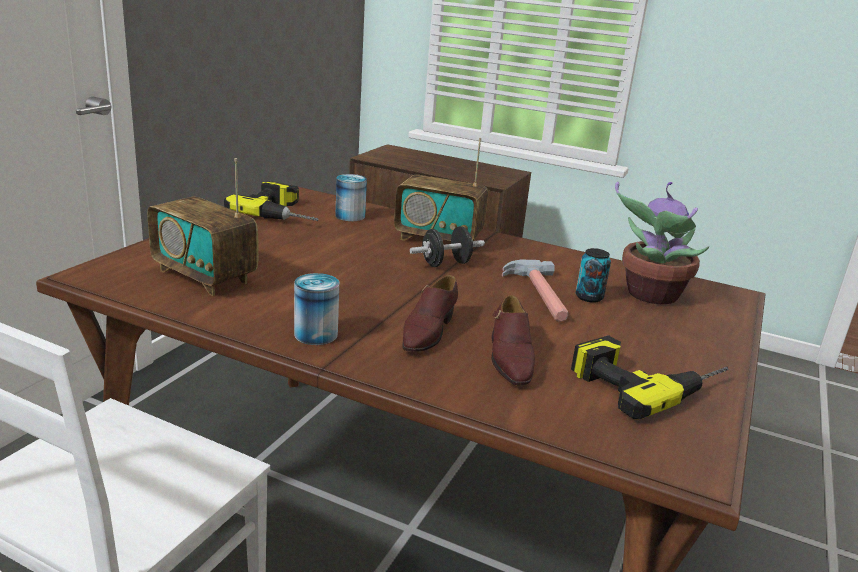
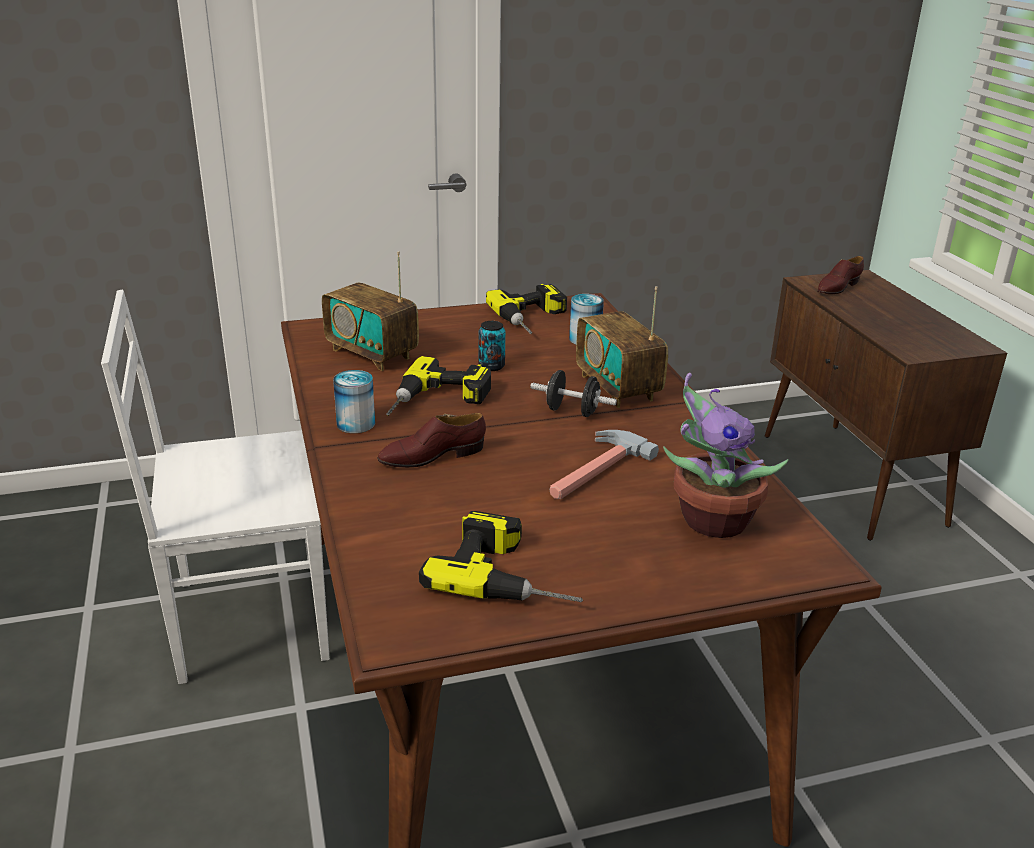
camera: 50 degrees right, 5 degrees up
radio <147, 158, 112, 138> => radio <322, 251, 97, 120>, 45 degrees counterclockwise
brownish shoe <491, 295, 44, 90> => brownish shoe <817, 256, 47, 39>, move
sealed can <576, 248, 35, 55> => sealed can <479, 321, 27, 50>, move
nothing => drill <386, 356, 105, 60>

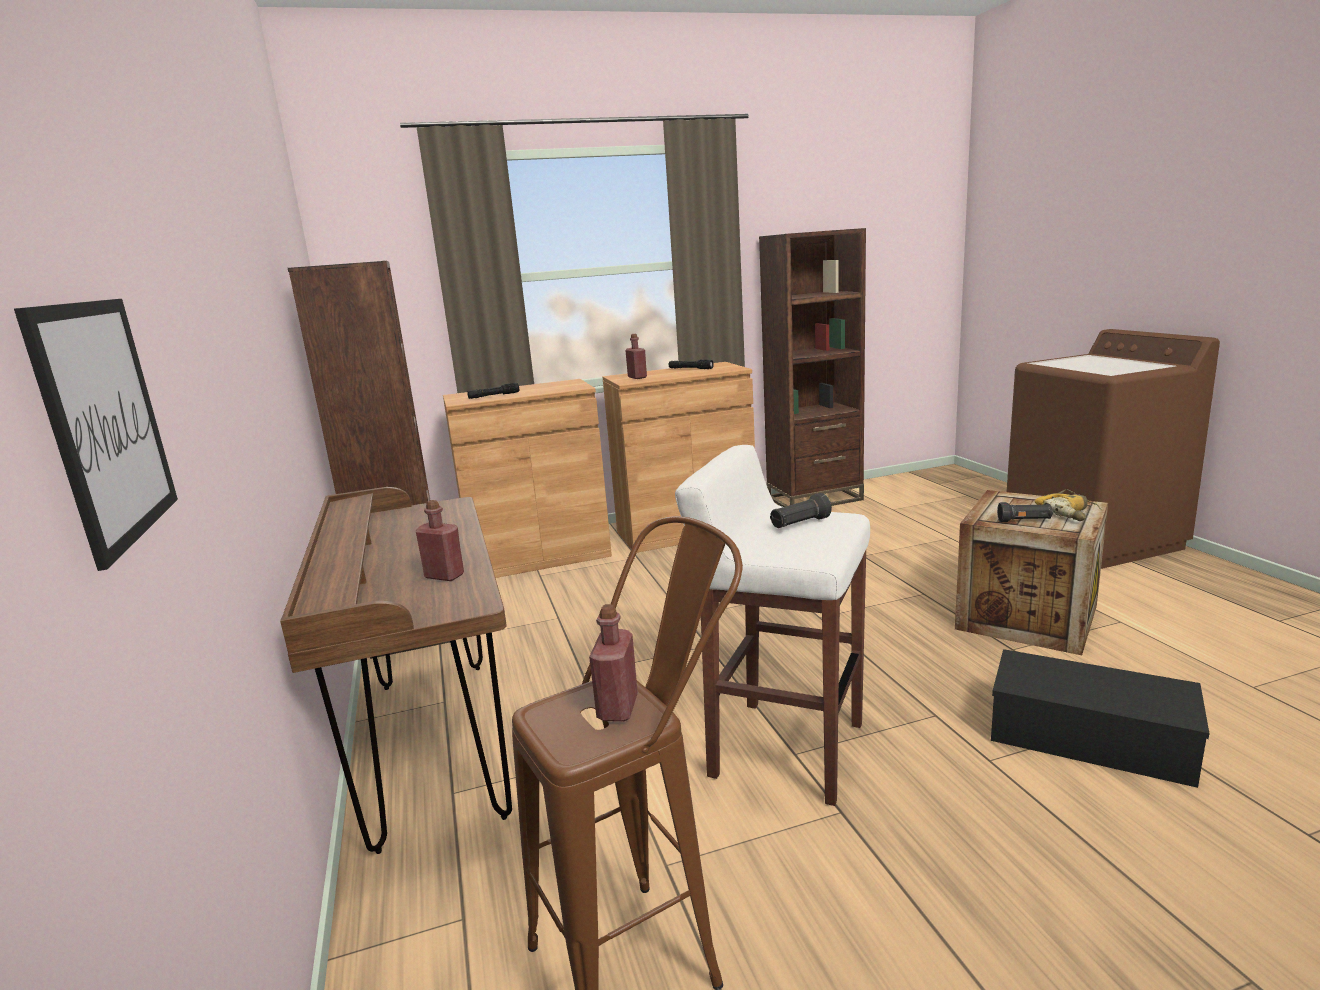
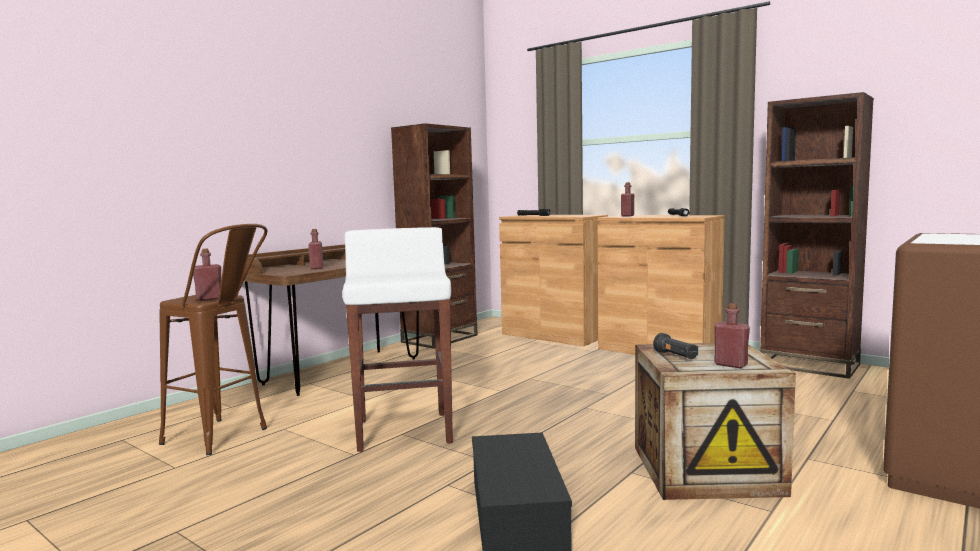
camera: 55 degrees right, 10 degrees down
picture <14, 299, 164, 272> => nothing
blackish flashlight <770, 493, 62, 35> => nothing
drill <1035, 489, 67, 32> => red bottle <714, 303, 36, 65>

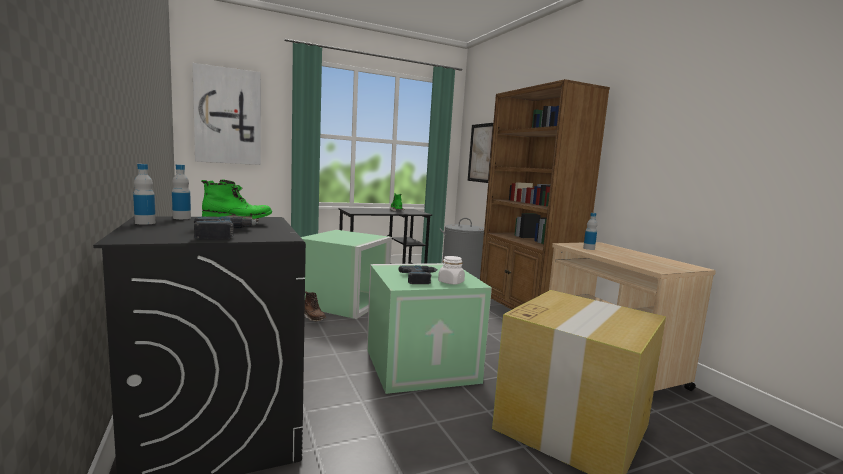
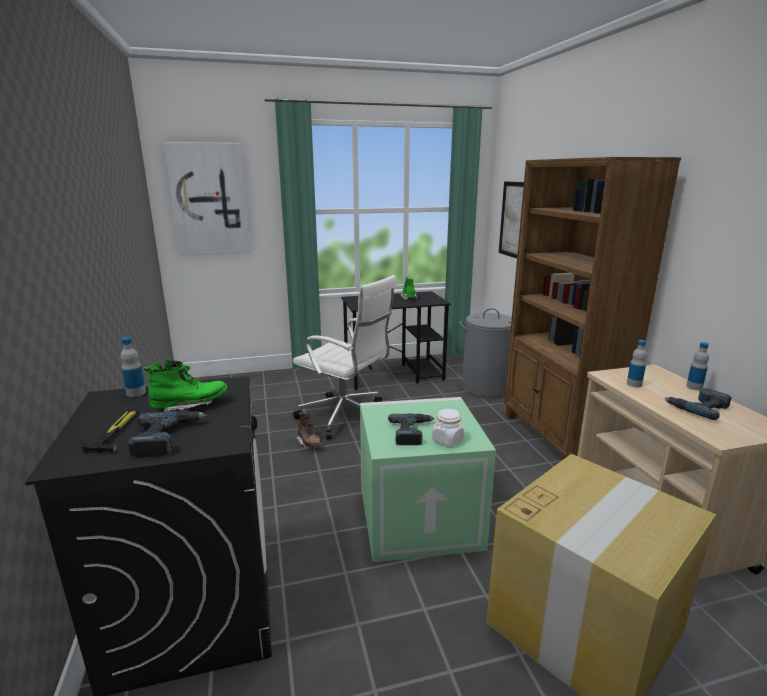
camera: 10 degrees right, 10 degrees up
bottle <133, 164, 23, 61> => bottle <686, 342, 23, 48>, move
greenish storage box <301, 230, 91, 89> => white office chair <293, 275, 104, 165>
nothing => hammer <80, 409, 59, 44>
nothing => drill <664, 388, 68, 32>

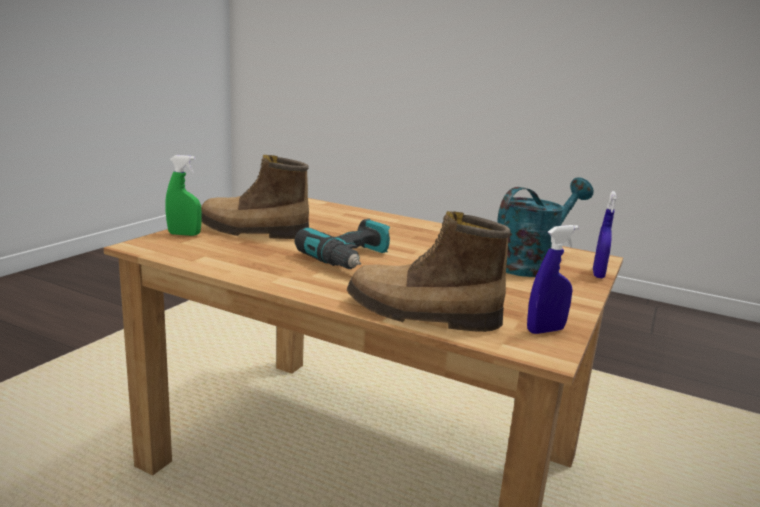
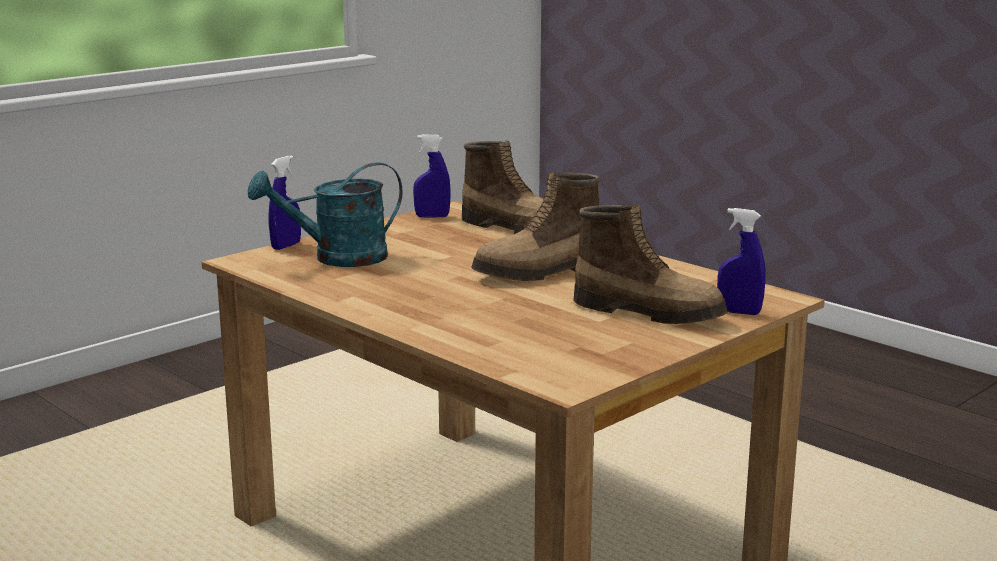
camera: 160 degrees left, 0 degrees up
greenish sprayer <165, 155, 37, 81> => bluish sprayer <717, 208, 49, 107>
drill <295, 219, 95, 50> => boot <471, 172, 129, 109>

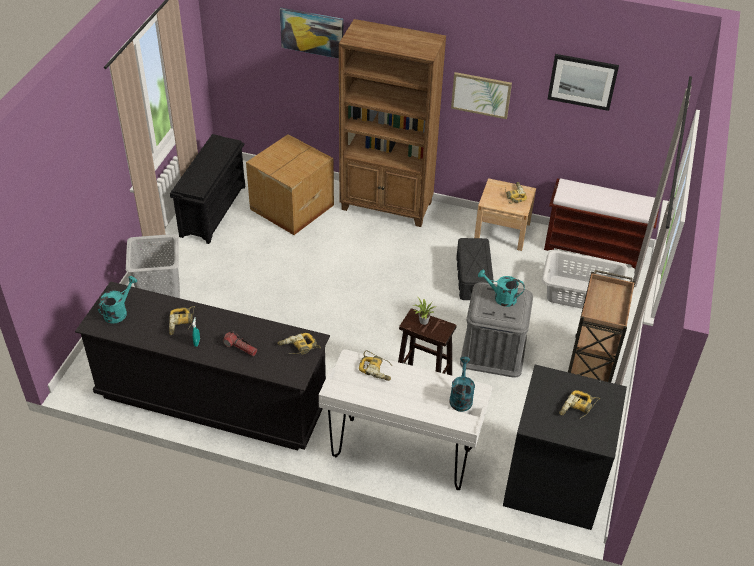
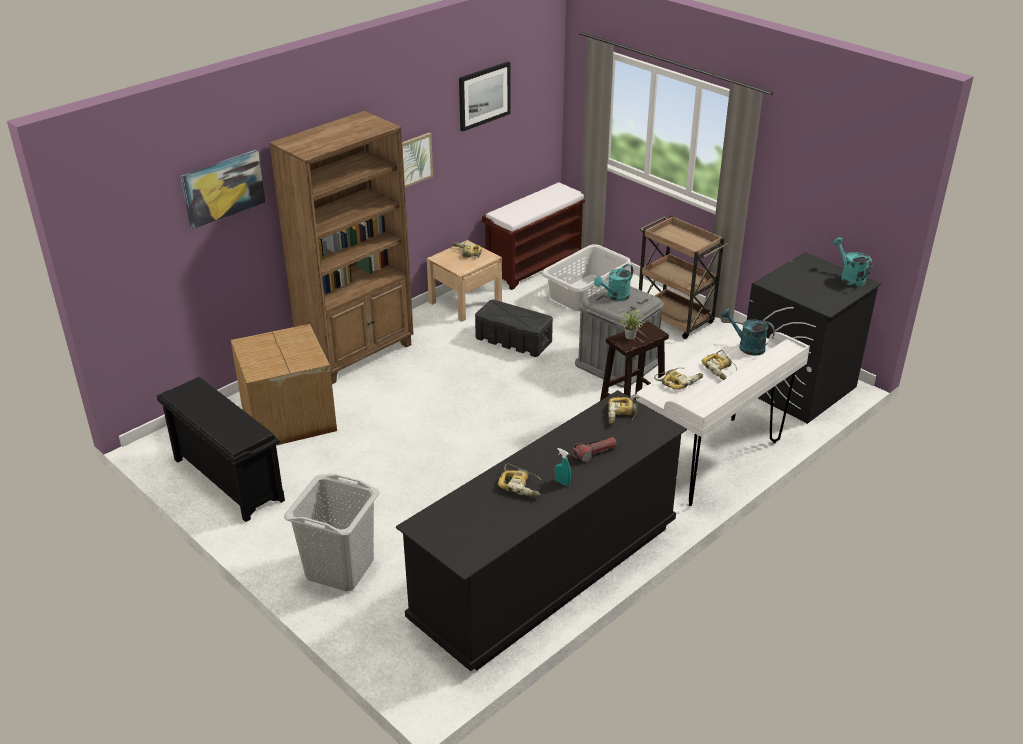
camera: 60 degrees left, 10 degrees down
turquoise-coloured sprinkling can <98, 276, 39, 48> => turquoise-coloured sprinkling can <833, 237, 39, 49>, move
drill <559, 390, 41, 29> => drill <702, 350, 35, 30>, move

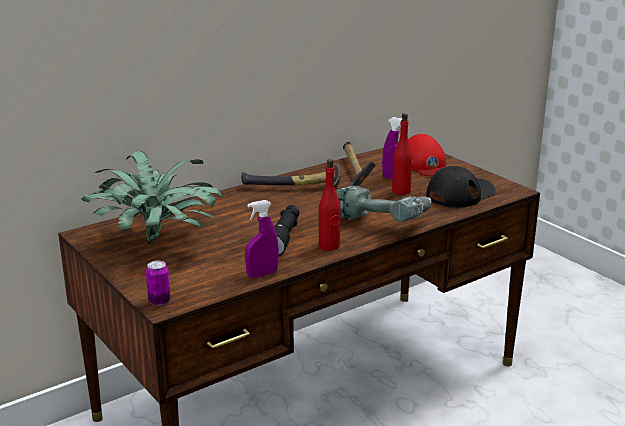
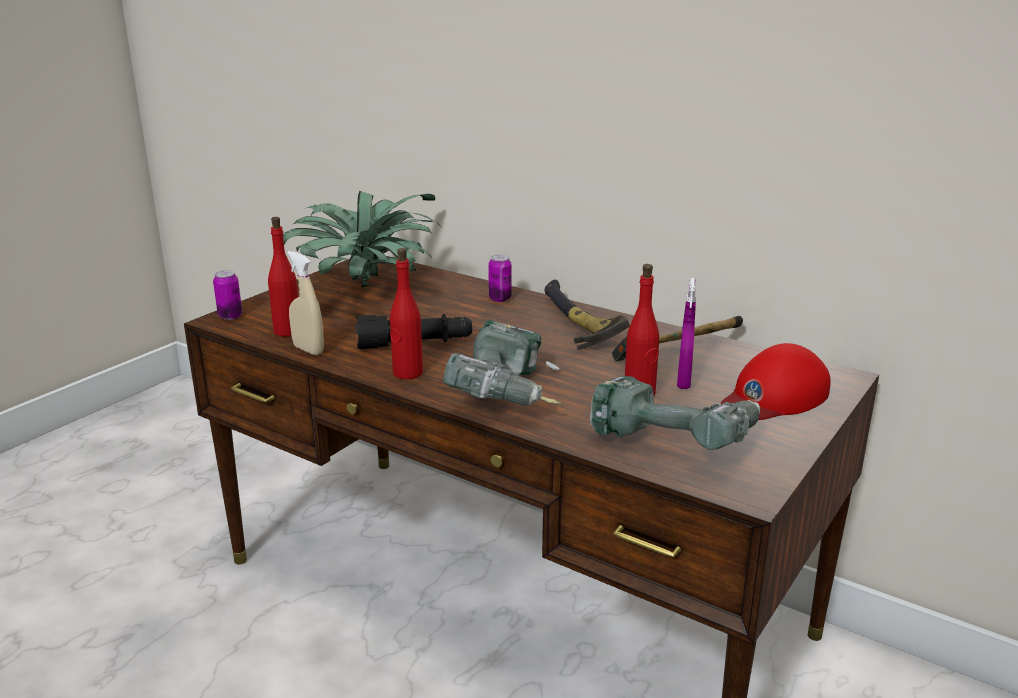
camera: 70 degrees right, 0 degrees up
purple sprayer <245, 200, 34, 78> => sand-coloured sprayer <287, 251, 37, 104>
blackish cap <426, 166, 70, 42> => drill <590, 376, 170, 74>
nothing => red bottle <268, 217, 30, 120>
nothing => sealed can <488, 255, 24, 47>

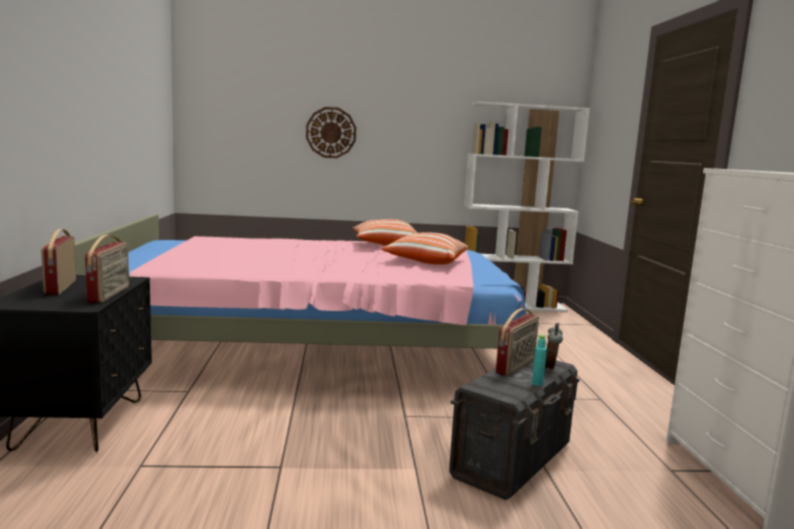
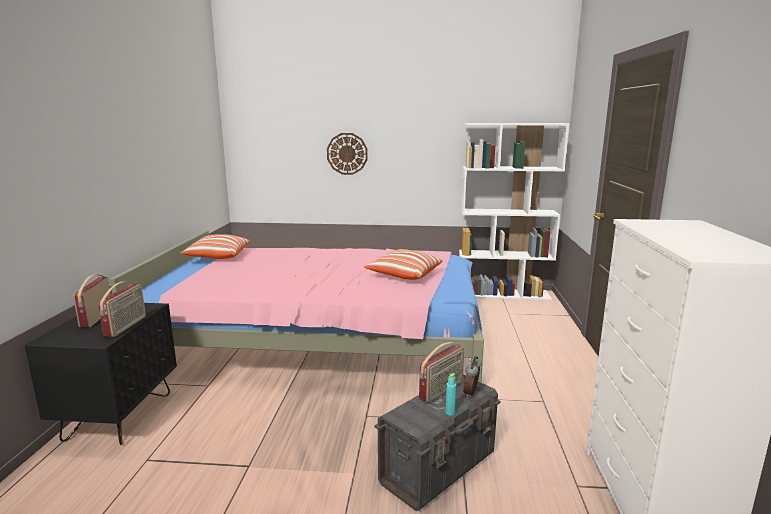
camera: 10 degrees right, 5 degrees up
cushion <353, 219, 64, 27> => cushion <180, 234, 70, 25>, move

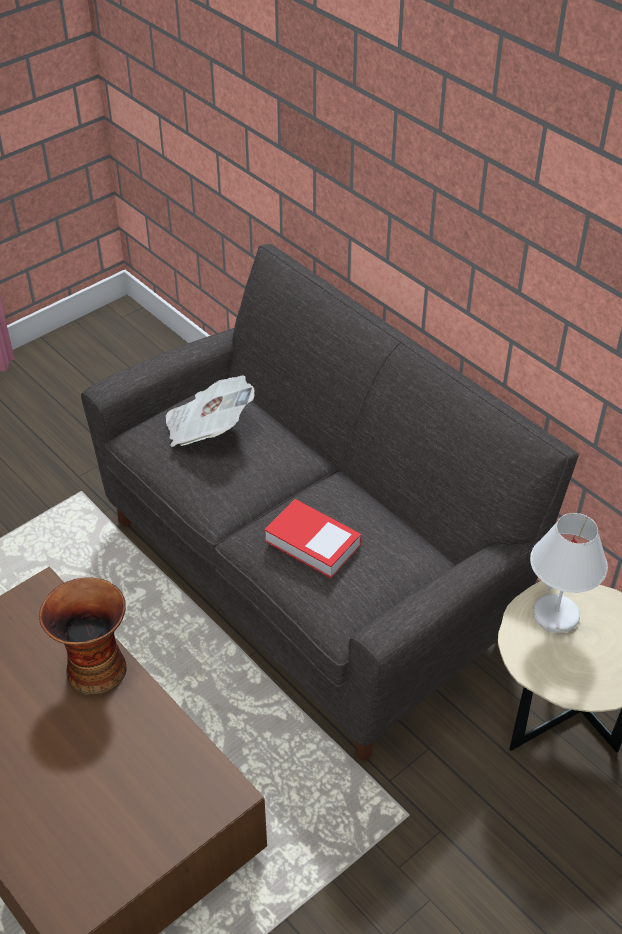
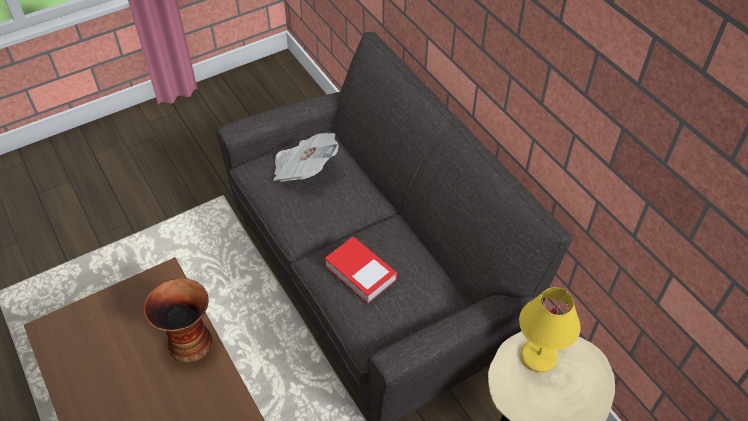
camera: 10 degrees right, 5 degrees up
white table lamp <530, 513, 78, 120> => yellow-coloured table lamp <519, 287, 62, 86>

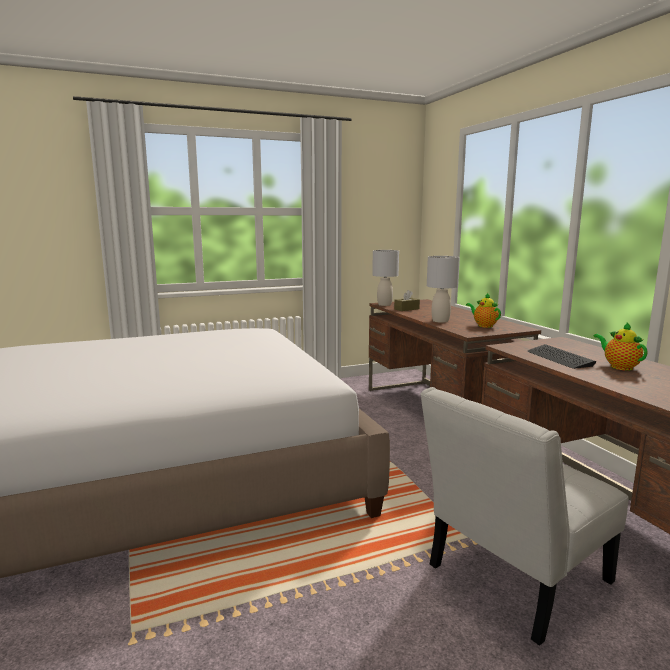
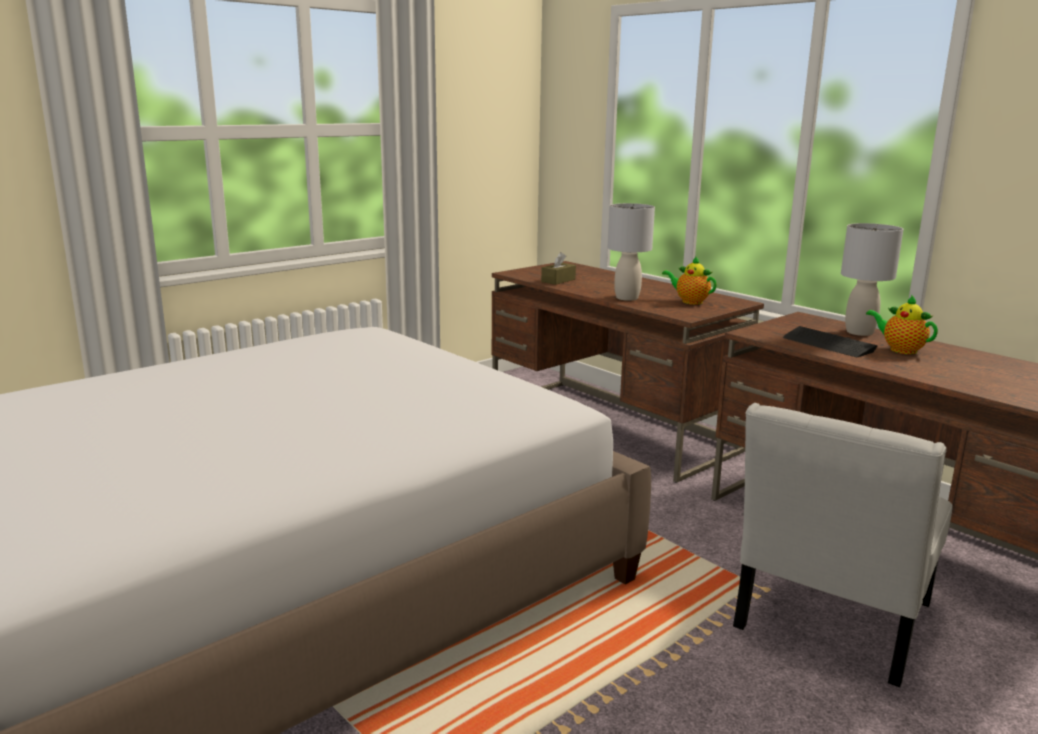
camera: 20 degrees left, 5 degrees up
gray table lamp <372, 250, 27, 56> => gray table lamp <841, 223, 63, 113>, move

